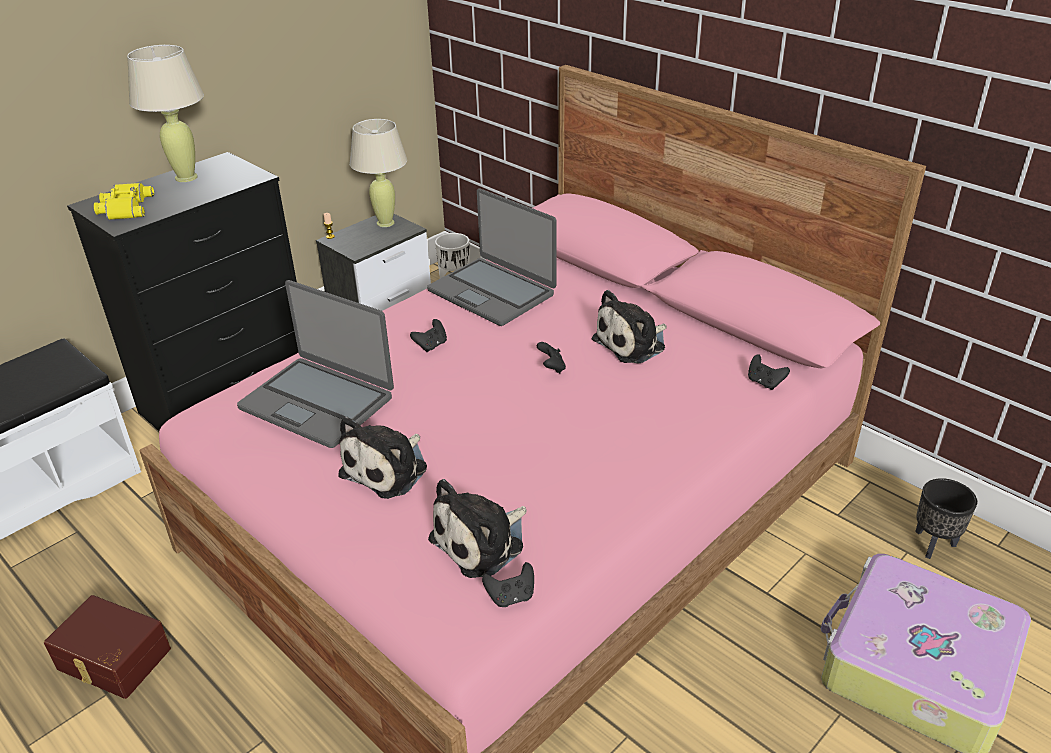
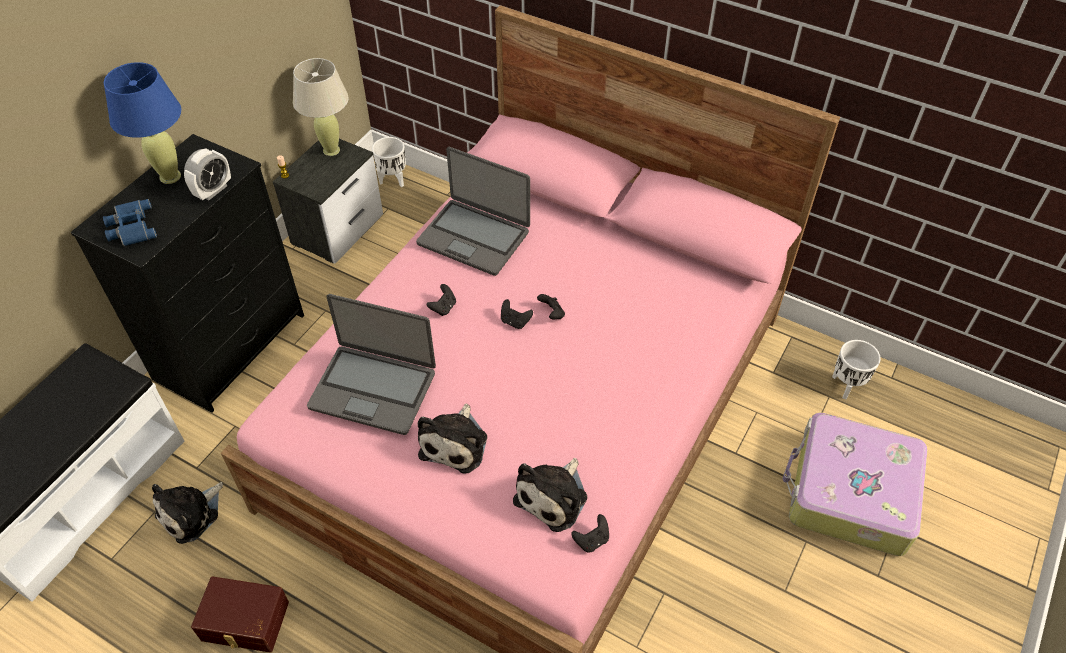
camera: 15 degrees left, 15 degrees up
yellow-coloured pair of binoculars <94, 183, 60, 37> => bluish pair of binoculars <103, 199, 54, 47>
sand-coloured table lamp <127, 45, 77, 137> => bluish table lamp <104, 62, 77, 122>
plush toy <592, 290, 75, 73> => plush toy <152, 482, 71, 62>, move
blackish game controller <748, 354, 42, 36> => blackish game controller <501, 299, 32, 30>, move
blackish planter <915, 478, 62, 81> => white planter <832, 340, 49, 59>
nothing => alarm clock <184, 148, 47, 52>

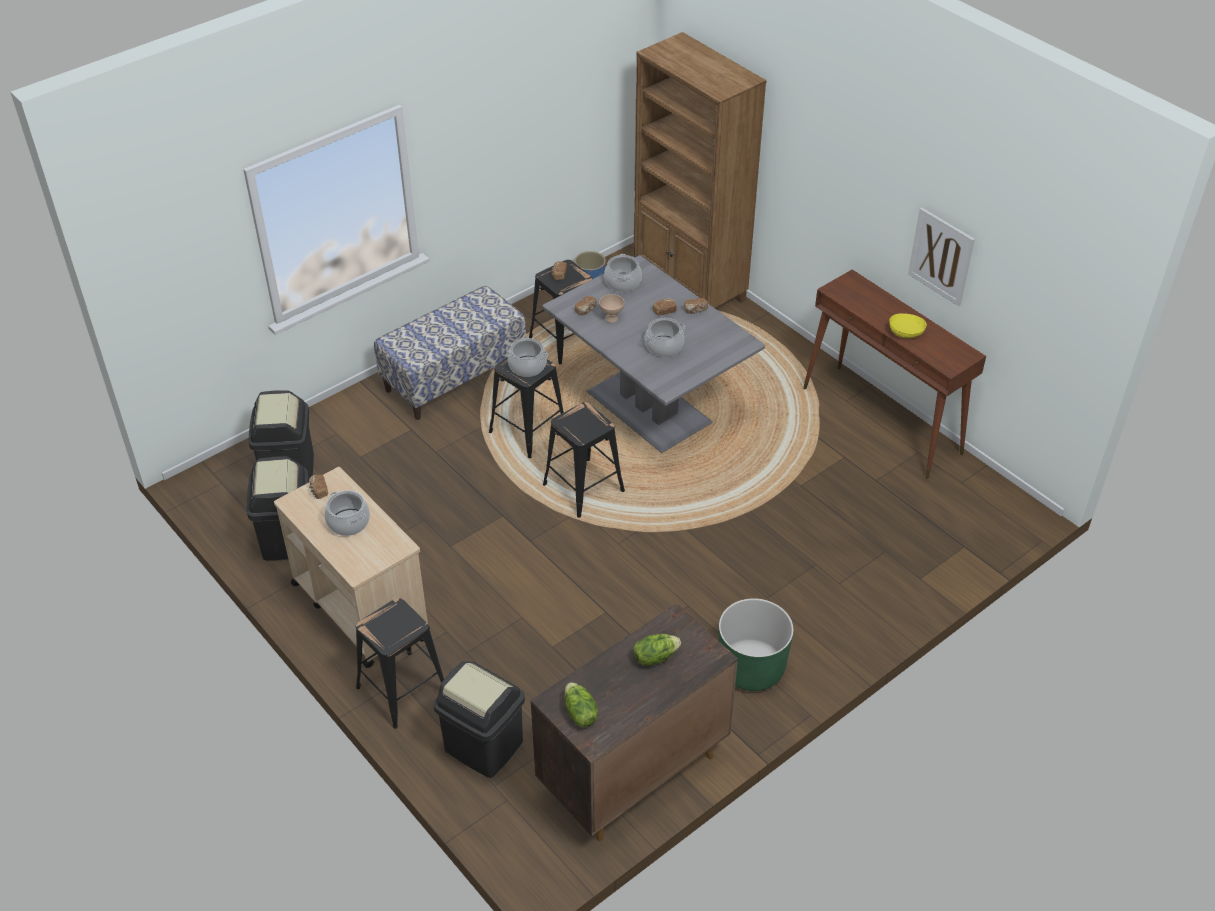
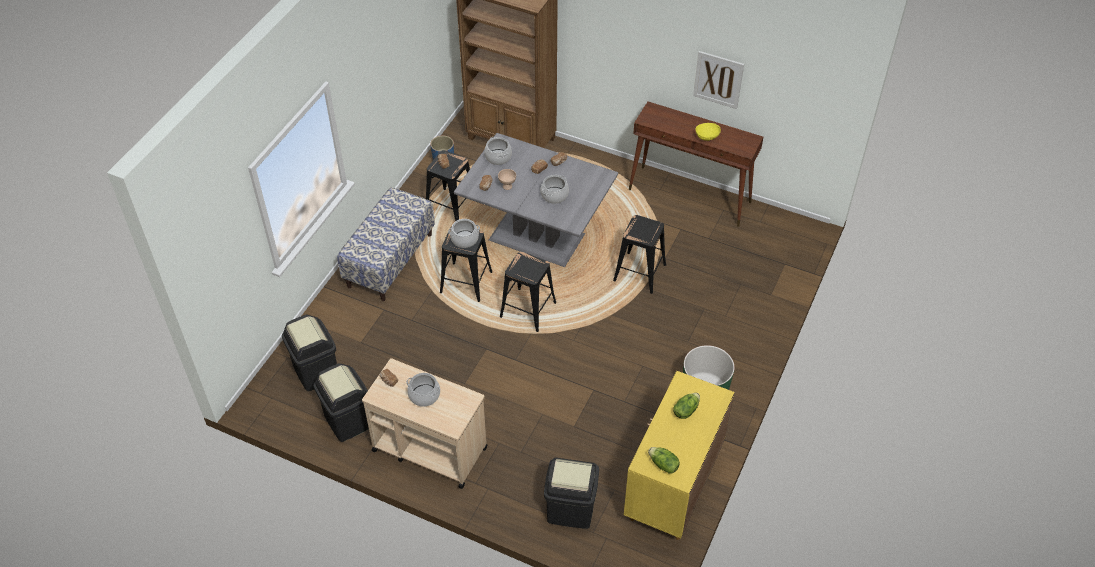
camera: 25 degrees left, 5 degrees up
blackish stool <356, 598, 88, 131> => blackish stool <613, 215, 53, 79>, move
brownish cupboard <531, 603, 207, 238> => yellow-coloured cupboard <624, 371, 110, 169>

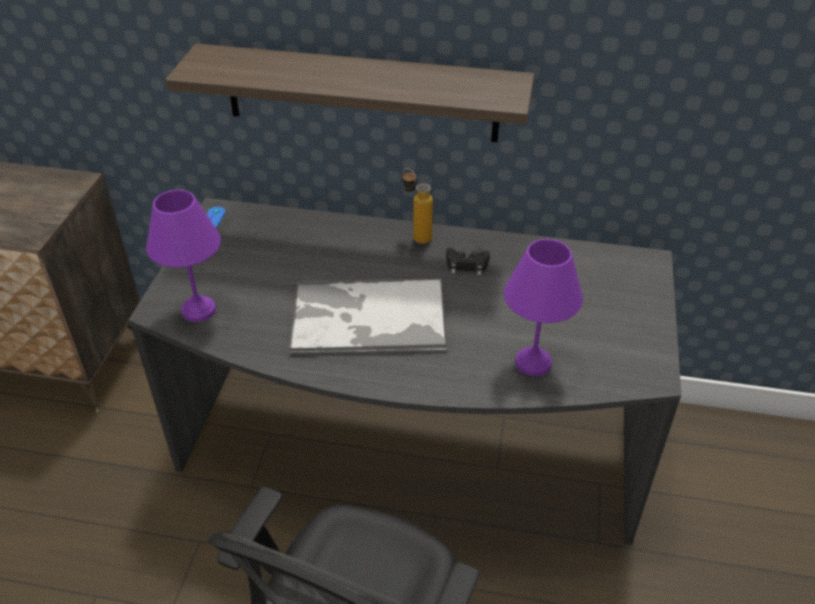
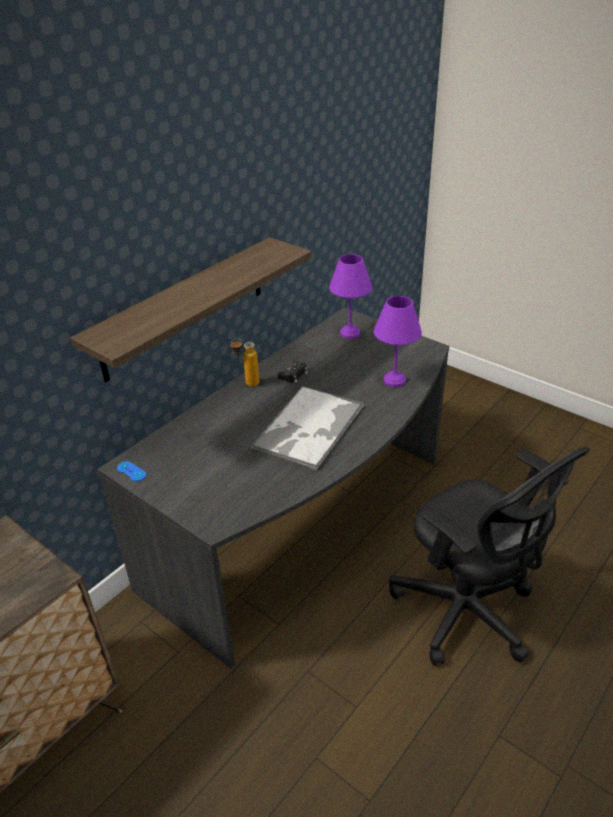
camera: 60 degrees left, 5 degrees down
purple table lamp <146, 190, 75, 132> => purple table lamp <329, 254, 43, 85>, move

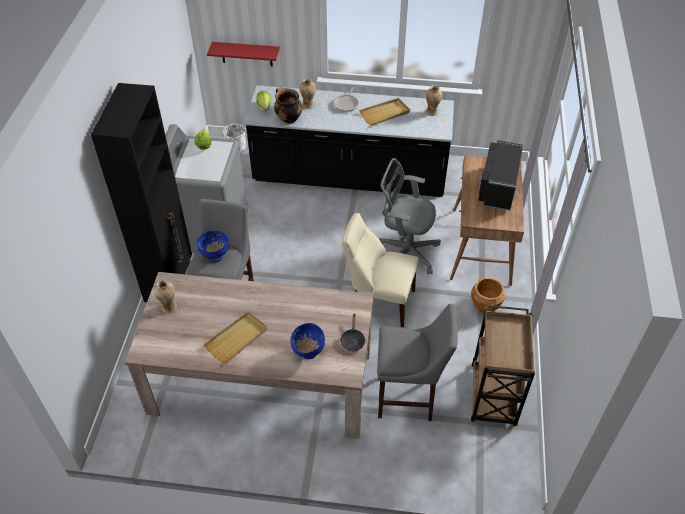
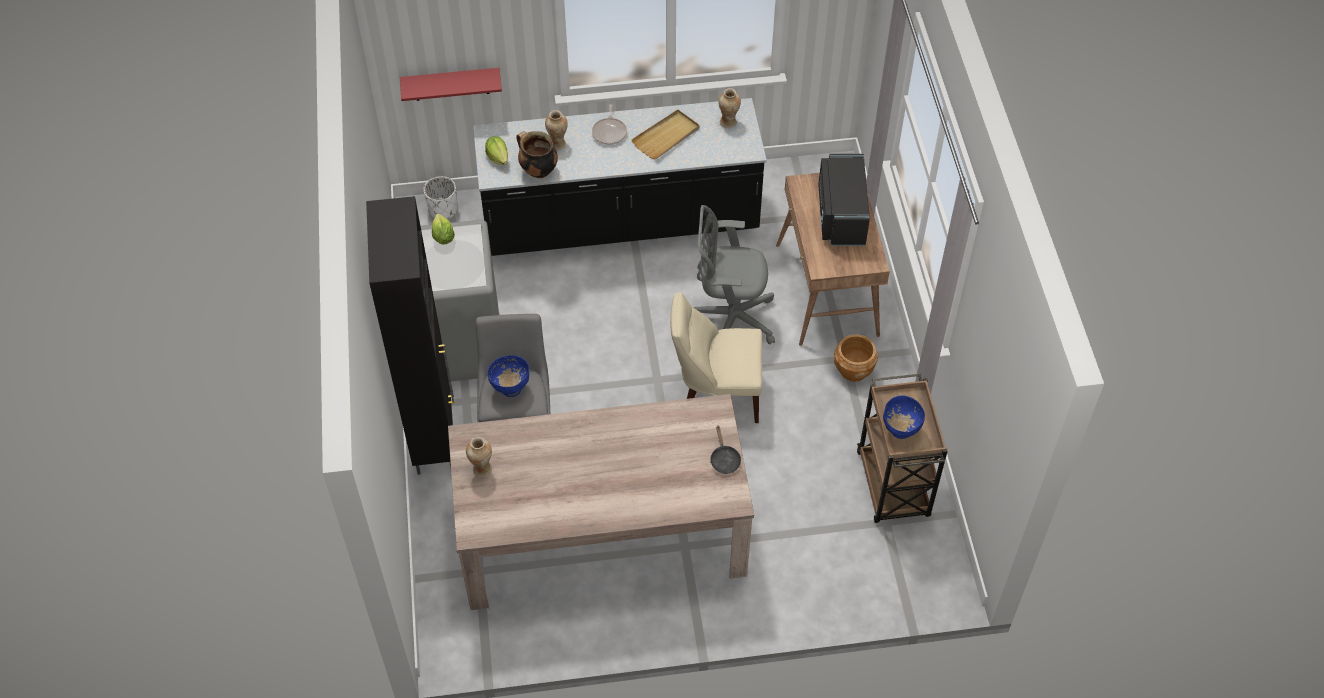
camera: 15 degrees left, 5 degrees up
sand-coloured tray <203, 312, 65, 52> => nothing
bluish serving bowl <291, 323, 34, 36> => bluish serving bowl <883, 395, 42, 44>, move
gray stool <377, 304, 81, 117> => nothing

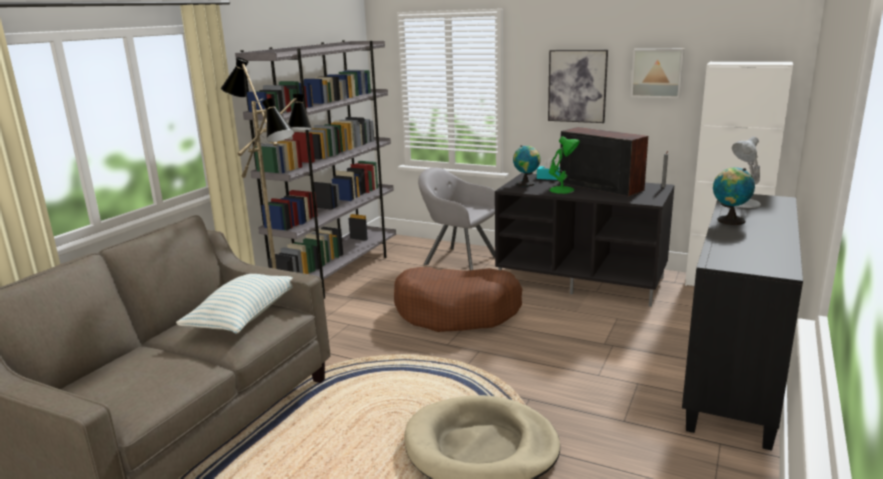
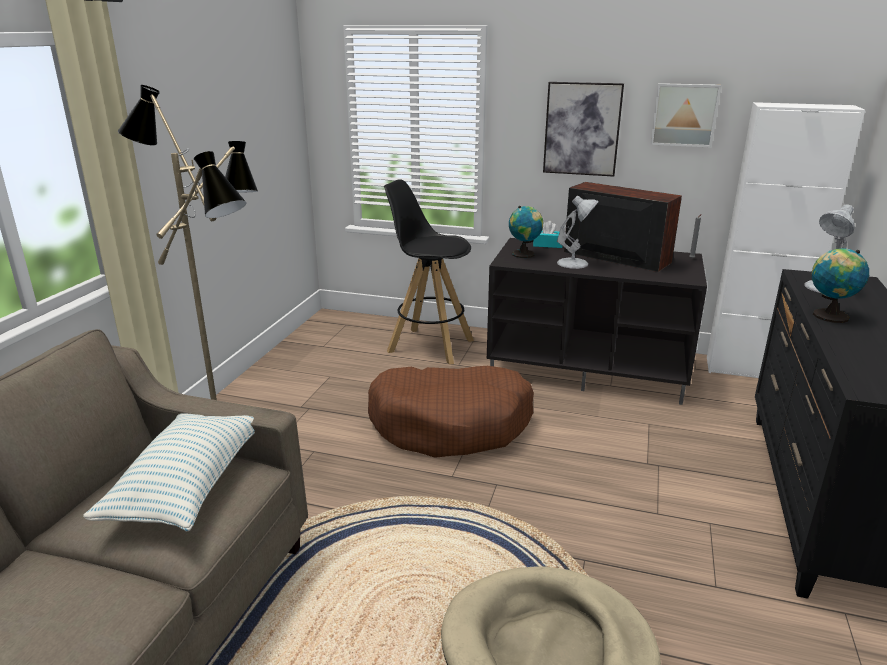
camera: 10 degrees left, 5 degrees up
gray bookshelf <235, 40, 161, 259> => nothing
gray armchair <418, 168, 77, 102> => blackish stool <384, 179, 90, 186>
greenish table lamp <549, 136, 31, 58> => white table lamp <557, 196, 42, 73>

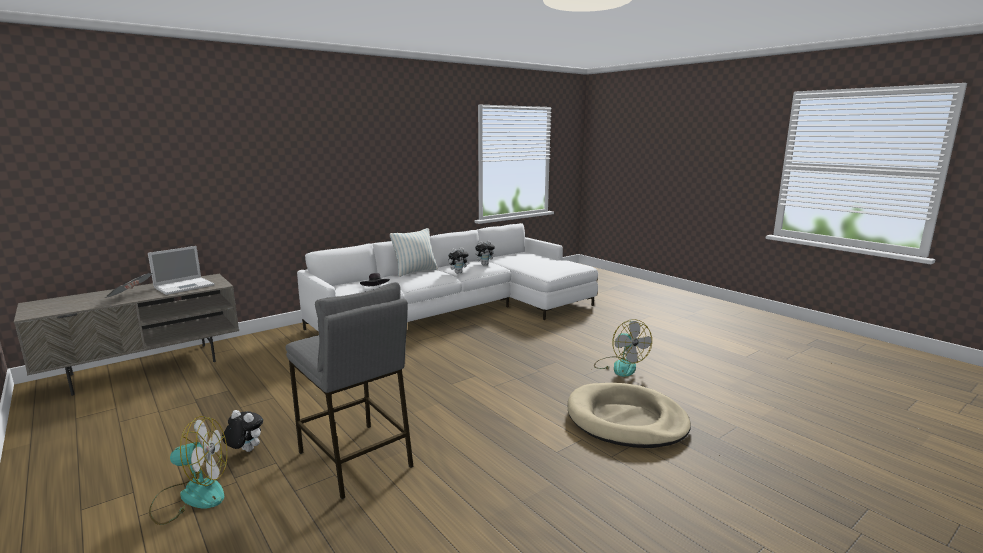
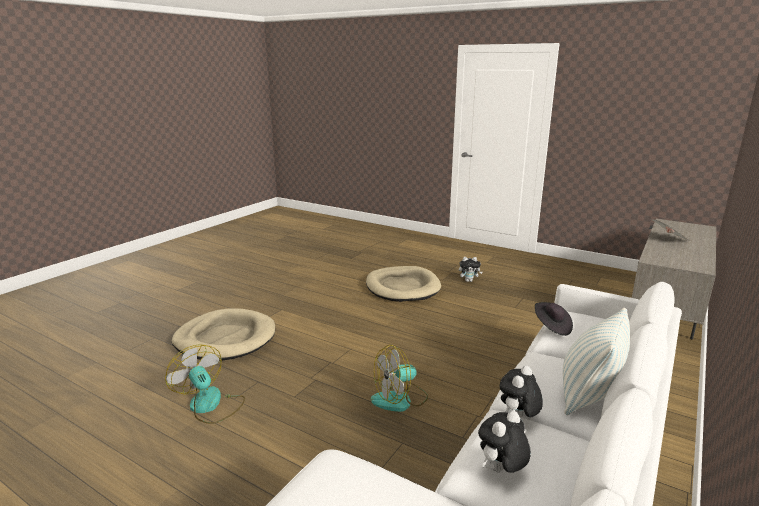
camera: 160 degrees right, 5 degrees up
laptop <148, 246, 66, 49> => nothing
electric fan <149, 416, 78, 109> => electric fan <371, 345, 57, 67>, move
gray stool <285, 282, 129, 217> => sand-coloured pet bed <366, 266, 75, 36>

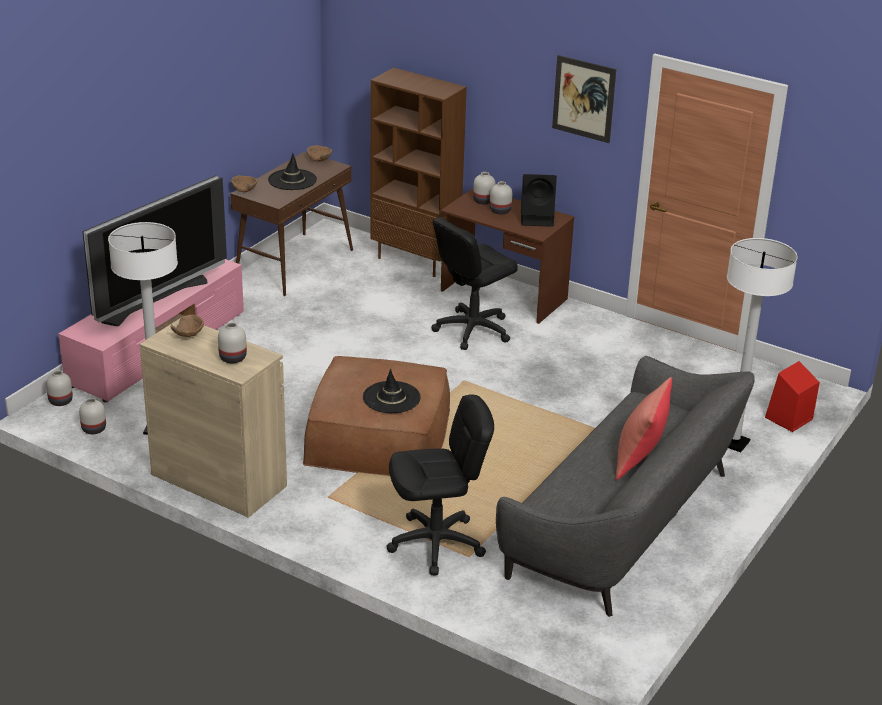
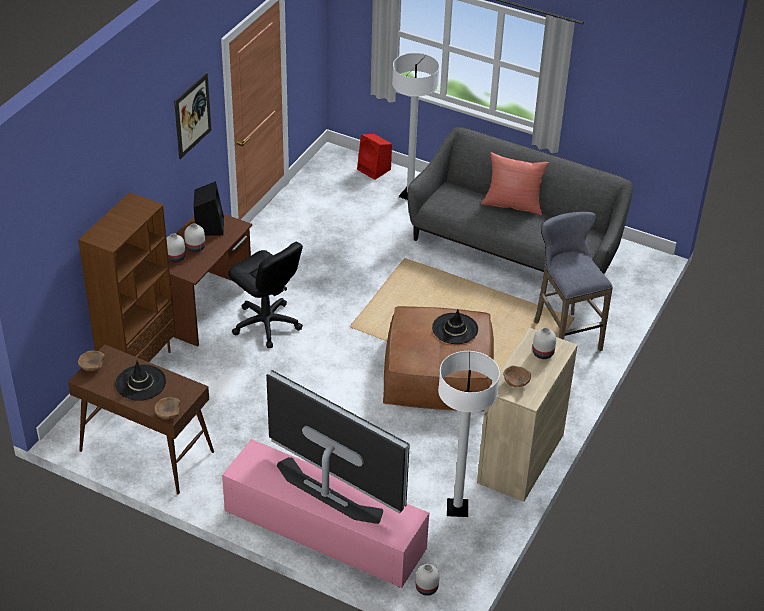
camera: 95 degrees left, 10 degrees up
white vase <79, 398, 27, 36> => nothing
blackish office chair <386, 394, 108, 182> => gray stool <534, 212, 79, 139>

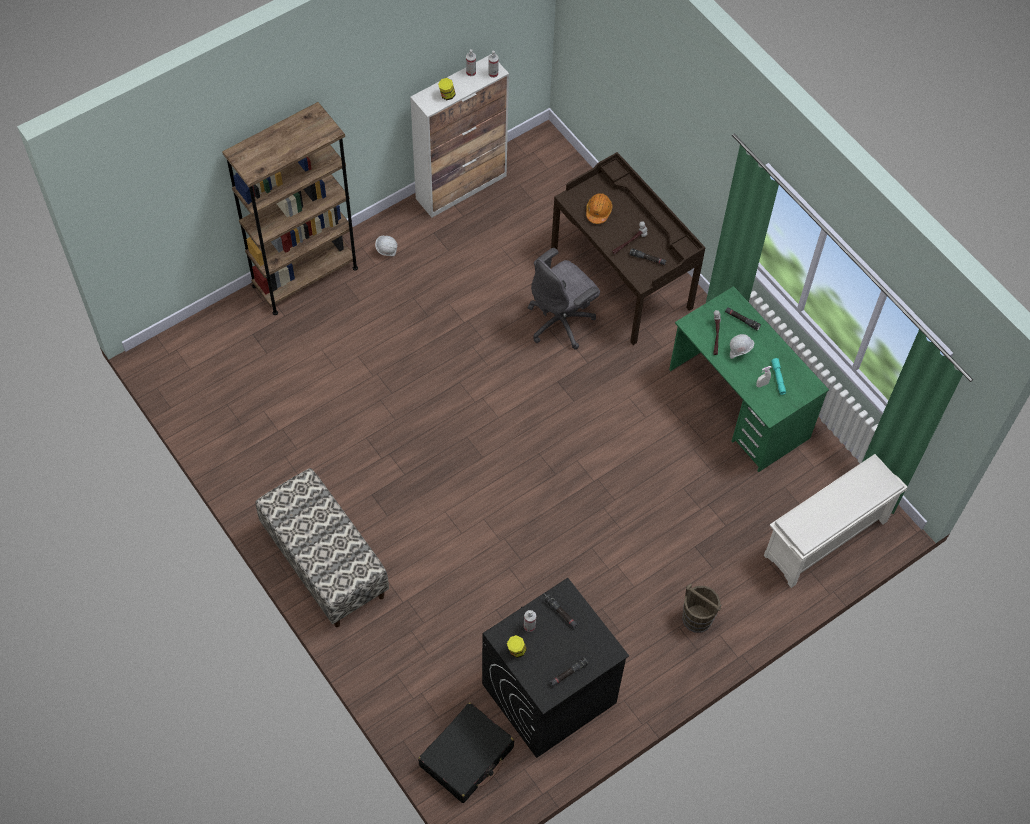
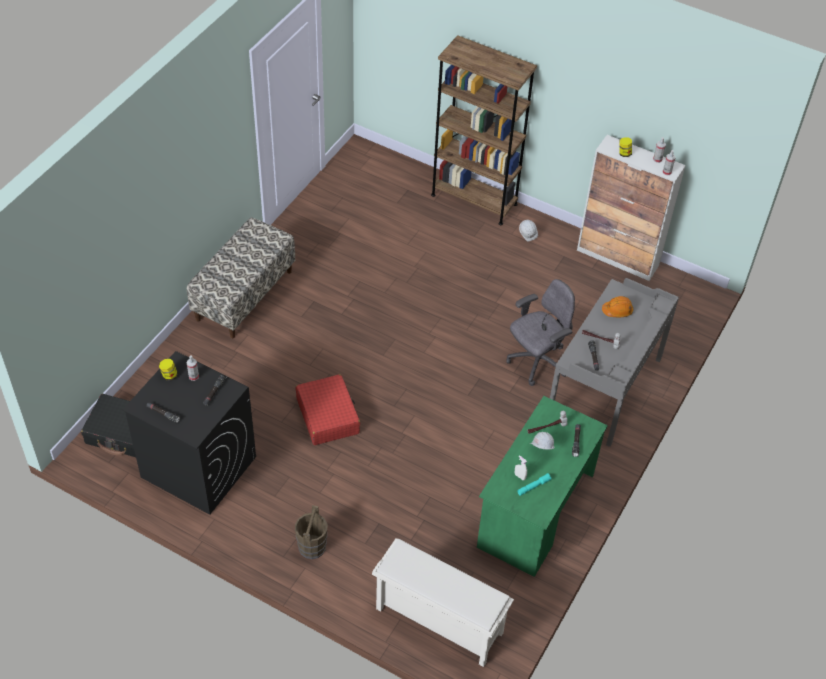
camera: 65 degrees right, 10 degrees down
gray office chair <528, 248, 72, 101> => gray office chair <506, 279, 69, 107>, 120 degrees clockwise
brownish desk <551, 152, 154, 193> => gray desk <550, 278, 129, 169>
nothing => red travel case <296, 374, 64, 71>

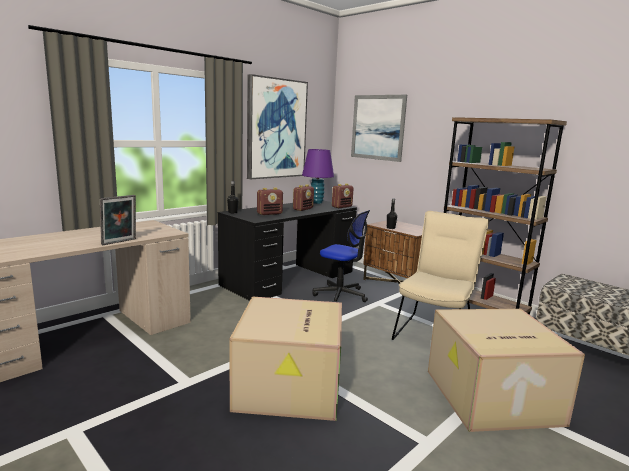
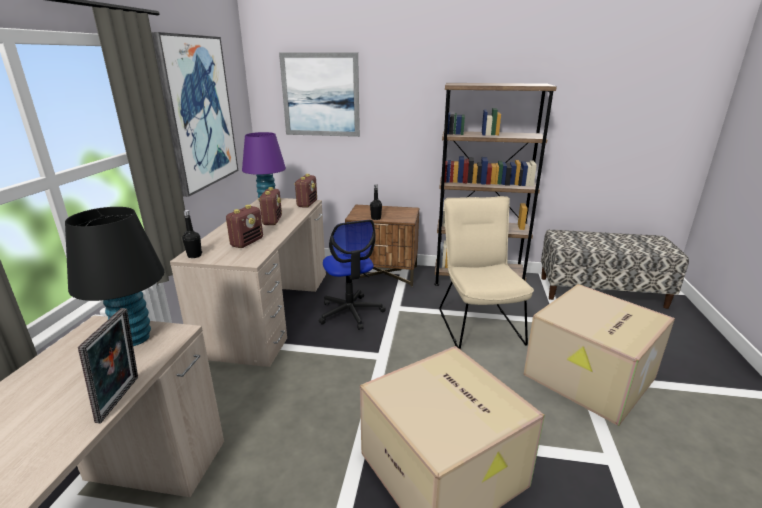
camera: 35 degrees left, 10 degrees up
blackish desk <218, 200, 139, 101> => sand-coloured desk <170, 198, 156, 169>
office chair <313, 210, 57, 92> => office chair <318, 220, 68, 110>, 75 degrees clockwise
nothing => blackish table lamp <65, 207, 99, 139>

